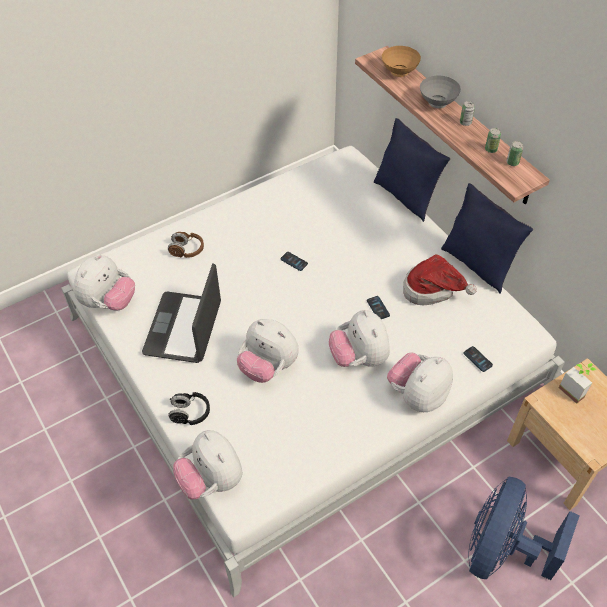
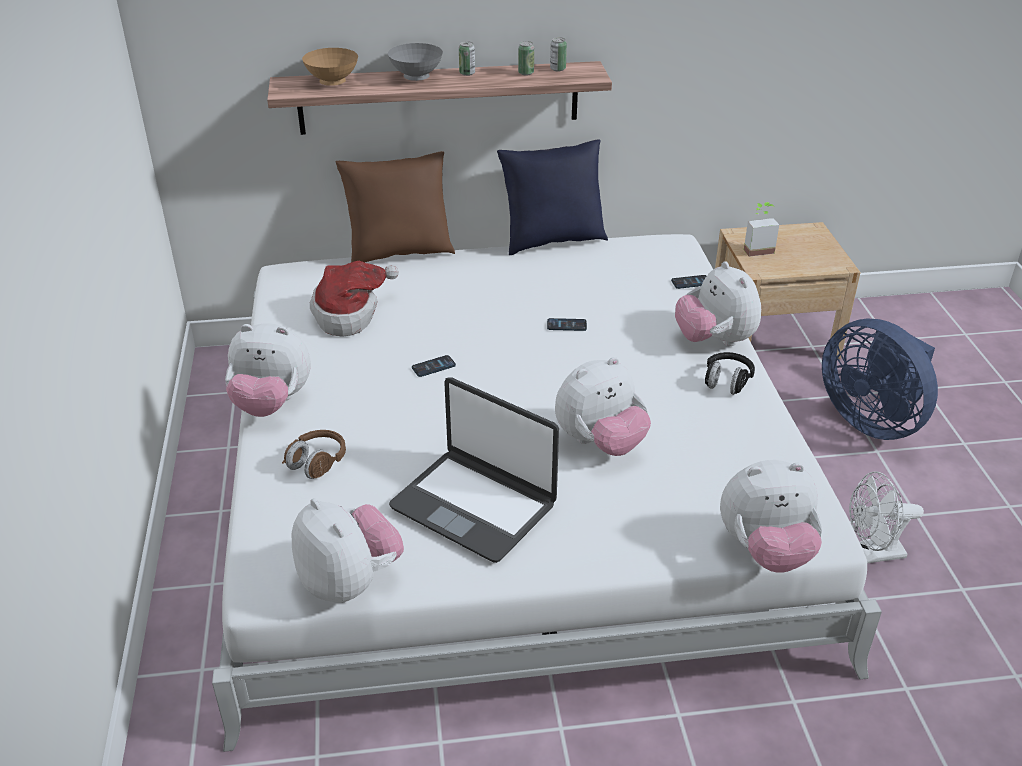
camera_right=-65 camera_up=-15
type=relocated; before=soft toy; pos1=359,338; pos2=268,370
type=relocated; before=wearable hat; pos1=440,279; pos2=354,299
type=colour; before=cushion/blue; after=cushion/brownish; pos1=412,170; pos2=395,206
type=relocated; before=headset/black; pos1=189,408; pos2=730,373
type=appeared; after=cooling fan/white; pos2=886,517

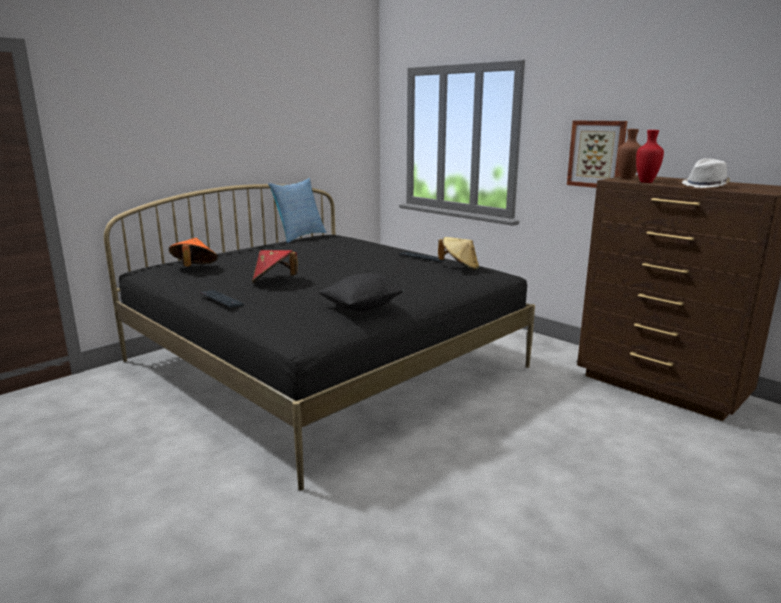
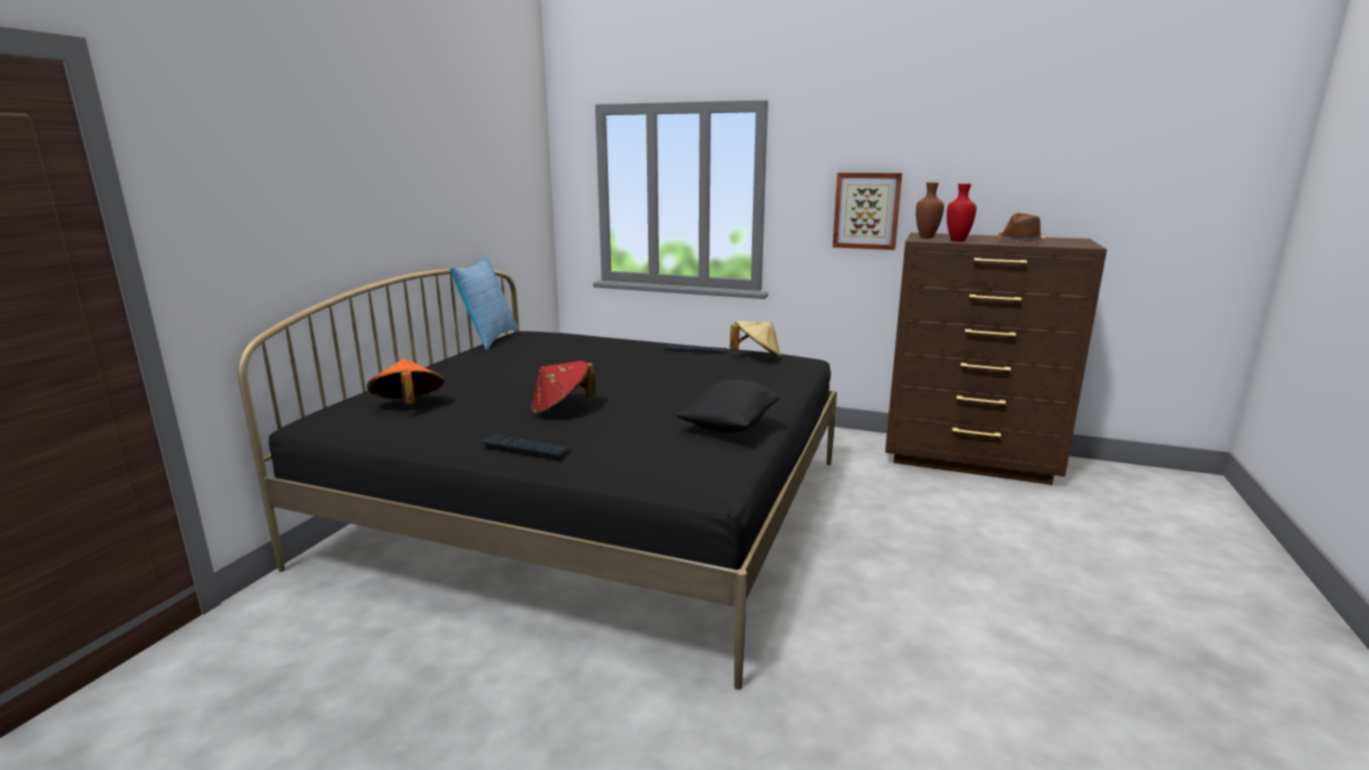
camera_right=-25 camera_up=0
type=colour; before=wearable hat/white; after=wearable hat/brownish; pos1=706,173; pos2=1021,229

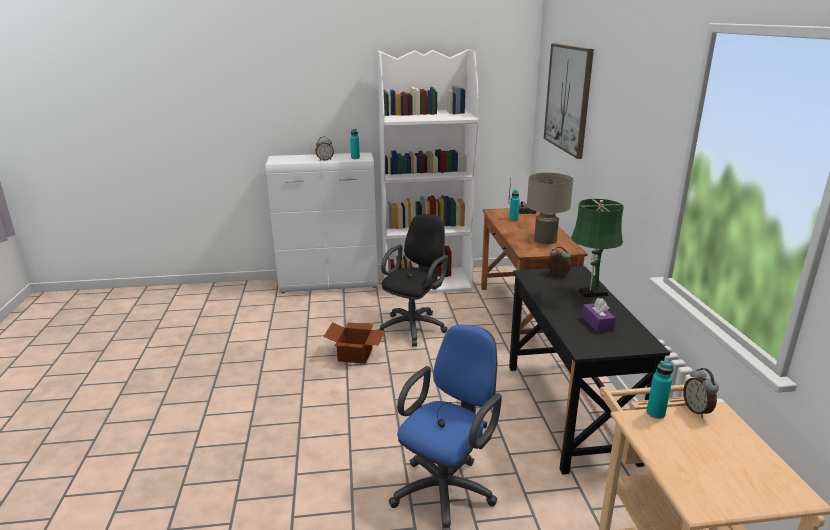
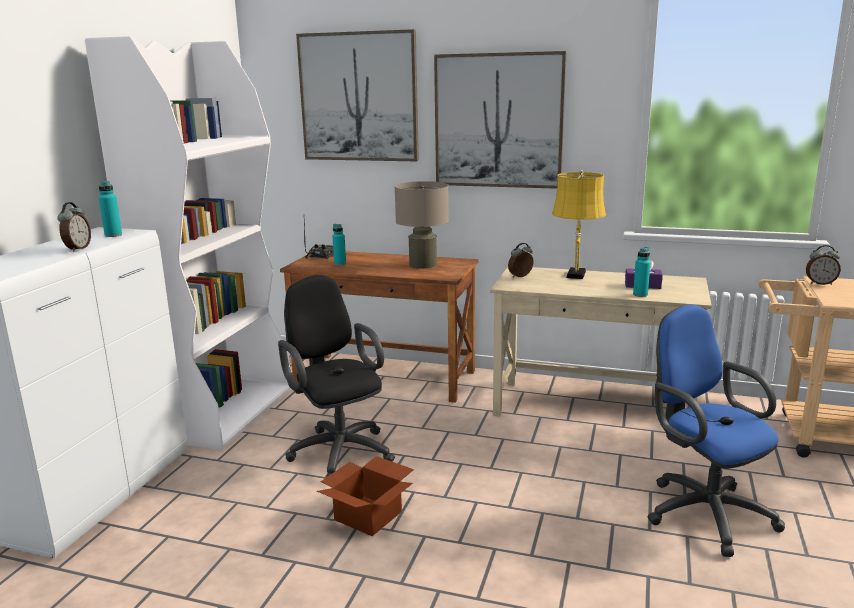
camera_right=-65 camera_up=-5
type=appeared; after=picture; pos2=500,120
type=colour; before=desk table/black; after=desk table/sand-coloured; pos1=589,370; pos2=601,342
type=colour; before=tabletop lamp/green-coloured; after=tabletop lamp/yellow; pos1=597,248; pos2=579,224
type=relocated; before=beverage bottle/turquoise-coloured; pos1=660,390; pos2=642,272

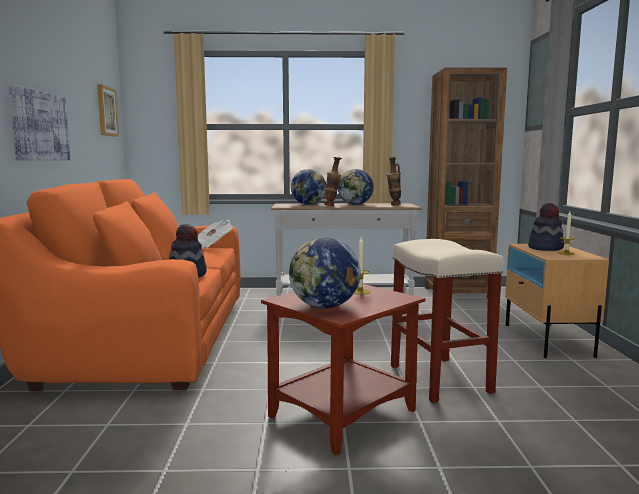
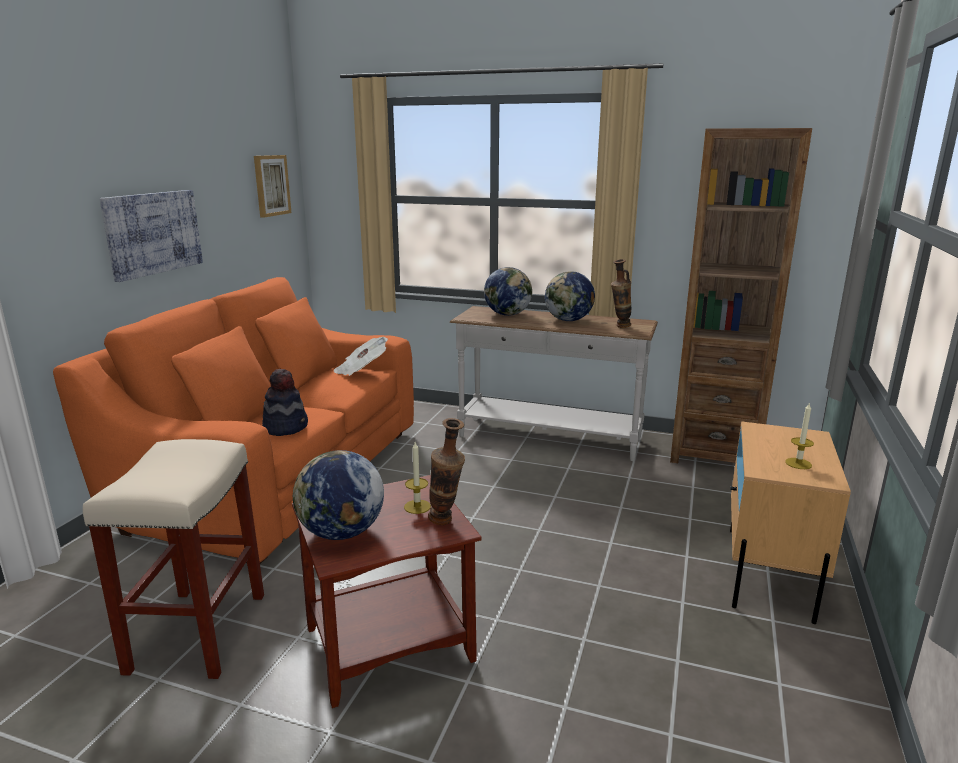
camera_right=20 camera_up=10
type=relocated; before=sitting stool/sand-coloured; pos1=447,321; pos2=173,559
type=relocated; before=flower vase; pos1=333,181; pos2=446,471
type=missing; before=wearable hat; pos1=546,227

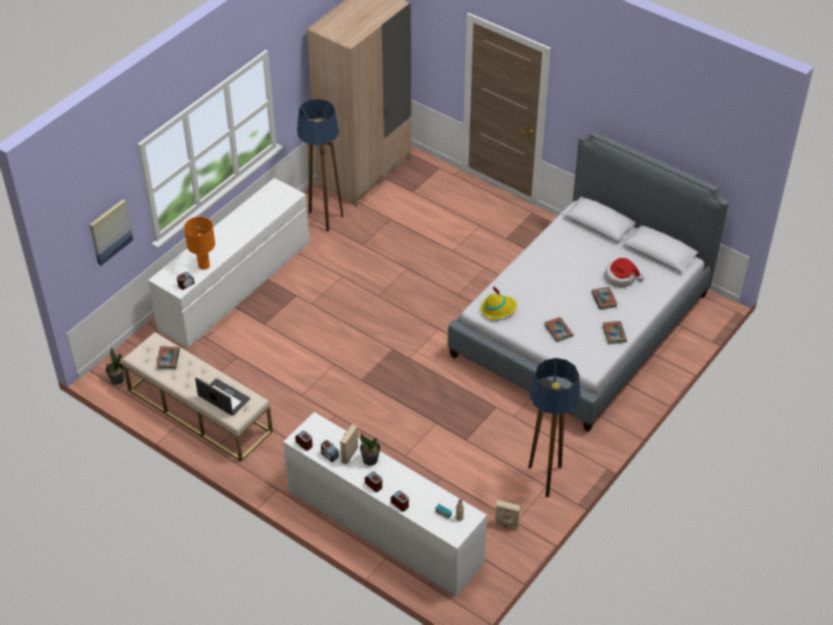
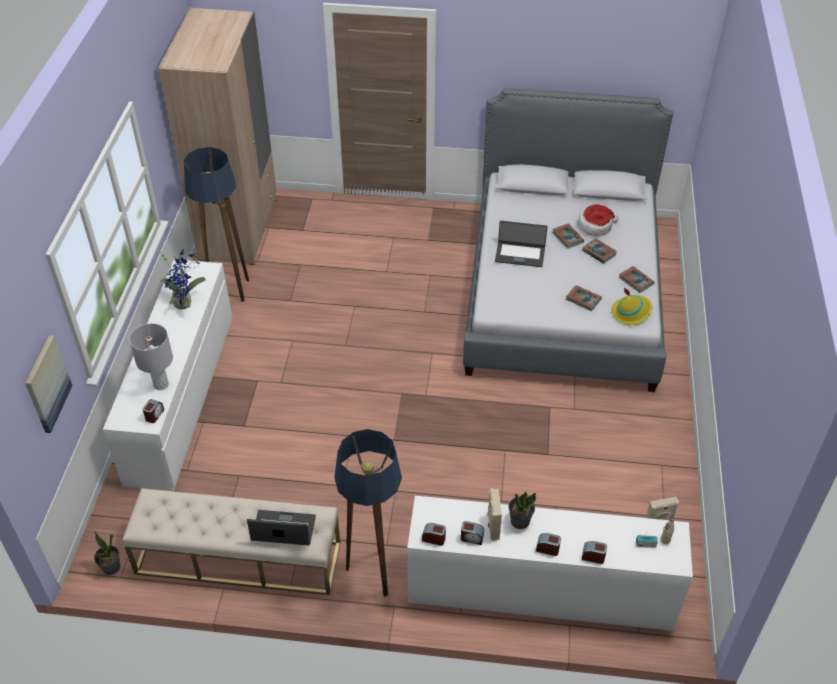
camera_right=-30 camera_up=0
type=colour; before=tabletop lamp/orange; after=tabletop lamp/grey; pos1=199,243; pos2=151,356
type=appeared; after=potted plant; pos2=183,279
type=relocated; before=standard lamp; pos1=555,427; pos2=368,513
type=appeared; after=notebook computer; pos2=521,244
type=relocated; before=book; pos1=168,357; pos2=568,236
type=relocated; before=wearable hat/yellow; pos1=499,302; pos2=631,306

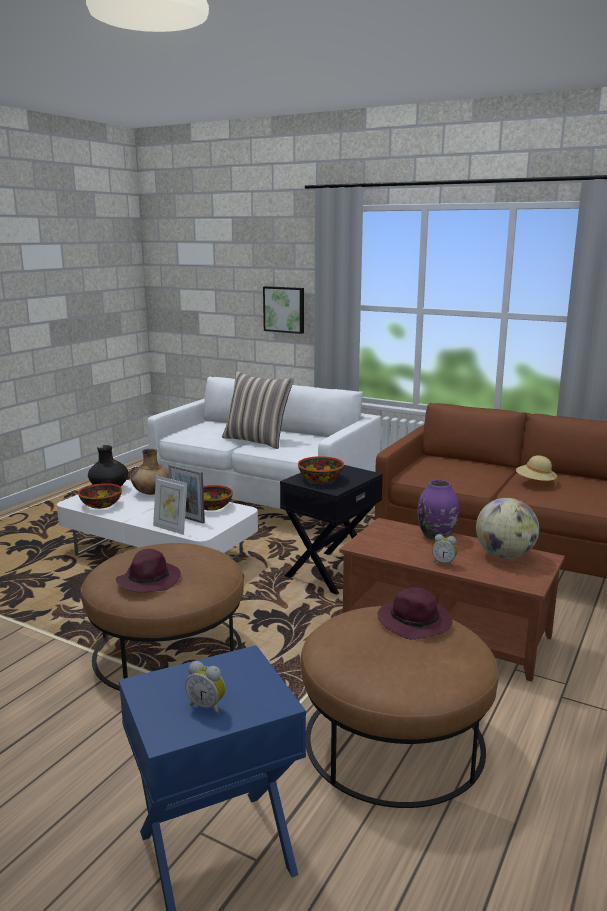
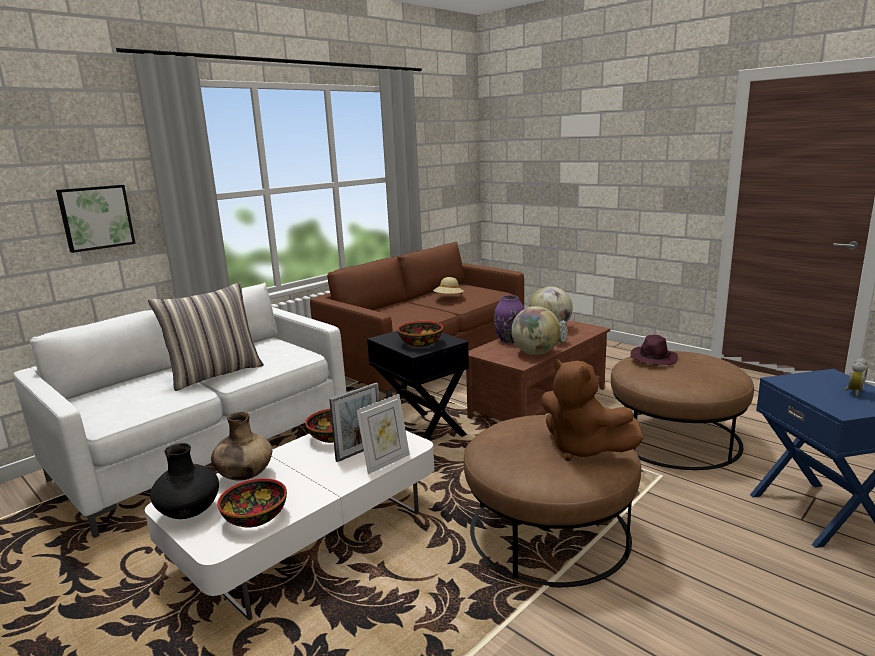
camera_right=-75 camera_up=0
type=appeared; after=world globe; pos2=535,330
type=exchanged; before=wearable hat/purple-coloured; after=soft toy/brownish; pos1=148,570; pos2=592,410

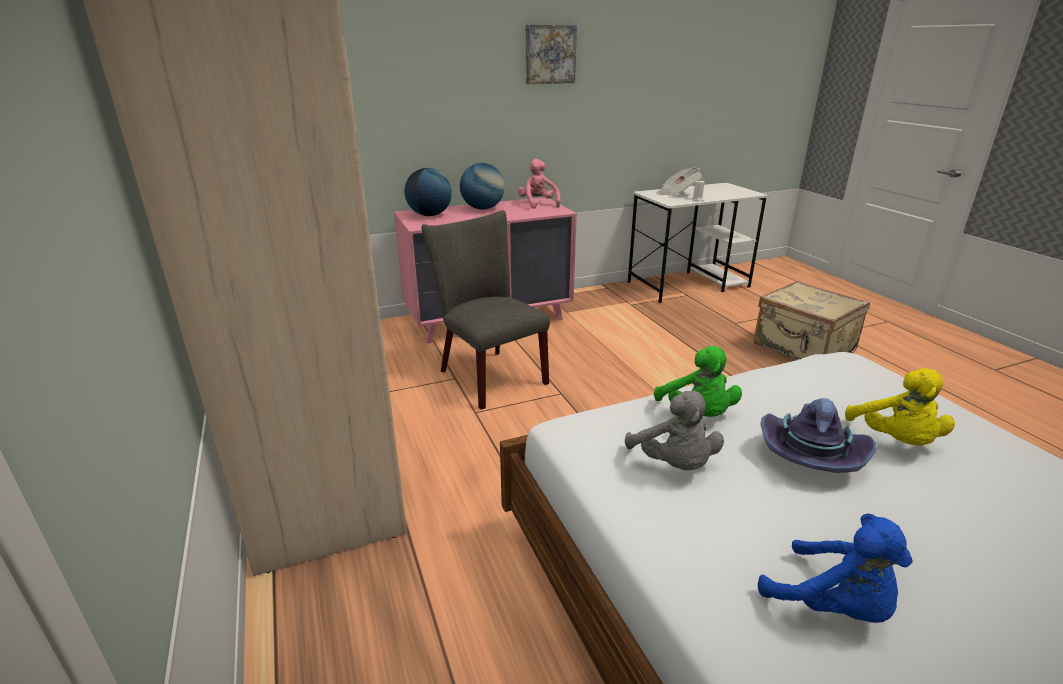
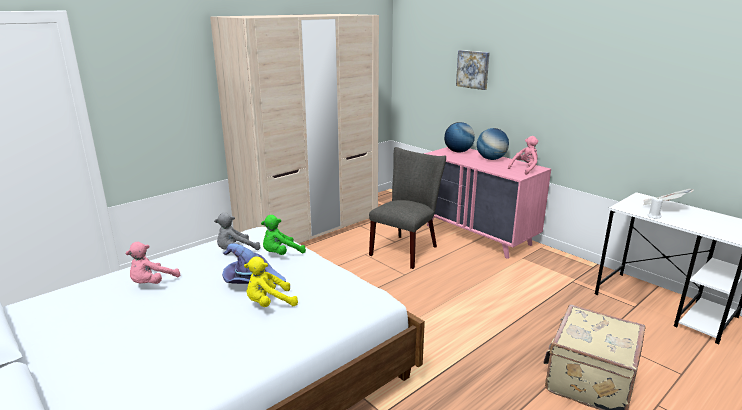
camera_right=70 camera_up=-5
type=colour; before=soft toy/blue; after=soft toy/pinkish; pos1=835,568; pos2=153,263
type=relocated; before=picture; pos1=551,54; pos2=473,70

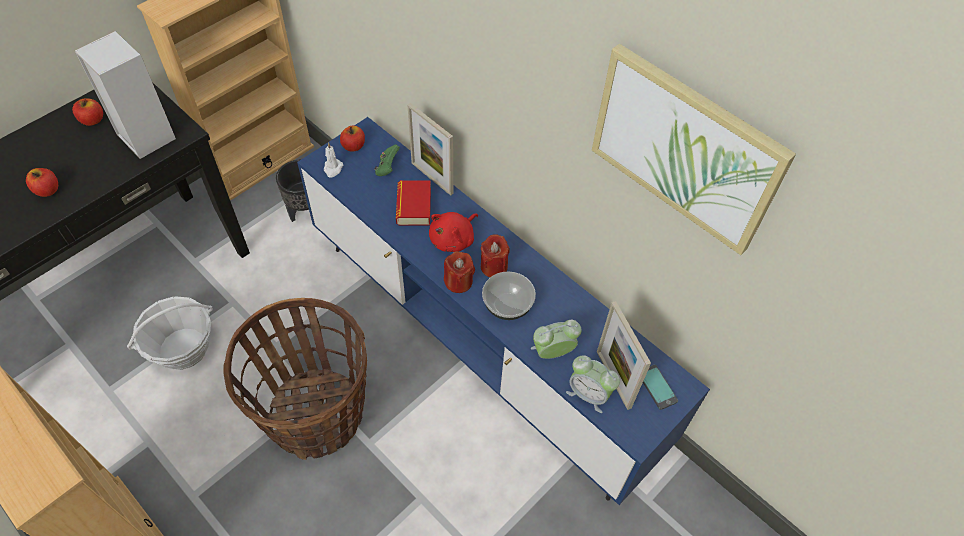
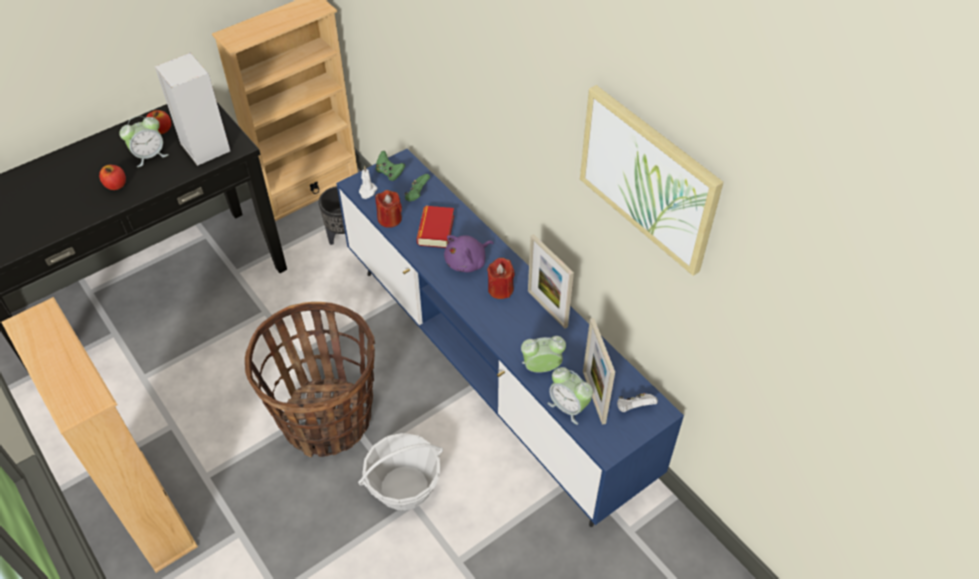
camera_right=10 camera_up=-5
type=appeared; after=bedside clock; pos2=144,141
type=relocated; before=household basket; pos1=170,333; pos2=400,472
type=relocated; before=wax light/reddish; pos1=459,272; pos2=388,209
type=exchanged; before=apple; after=game controller/green-coloured; pos1=352,138; pos2=390,166
type=colour; before=soft toy/reddish; after=soft toy/purple-coloured; pos1=453,232; pos2=468,253
type=relocated; before=picture frame; pos1=430,149; pos2=551,281
type=exchanged; before=phone; after=game controller/white; pos1=660,387; pos2=637,402
type=missing; before=serving bowl; pos1=509,295

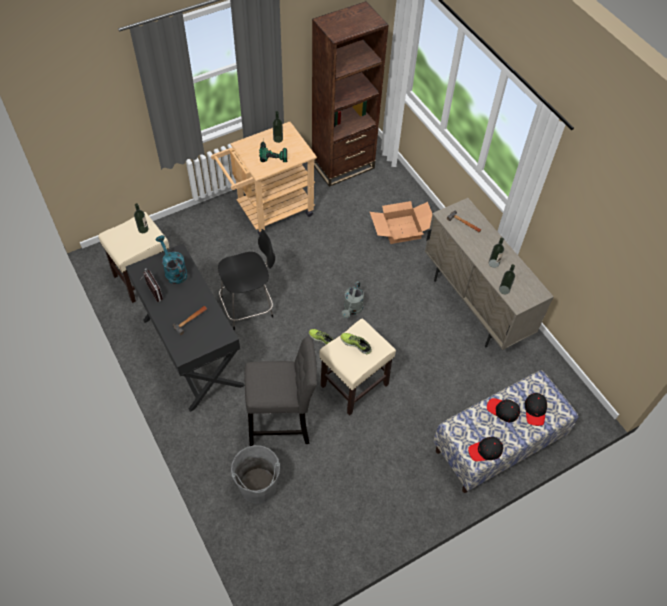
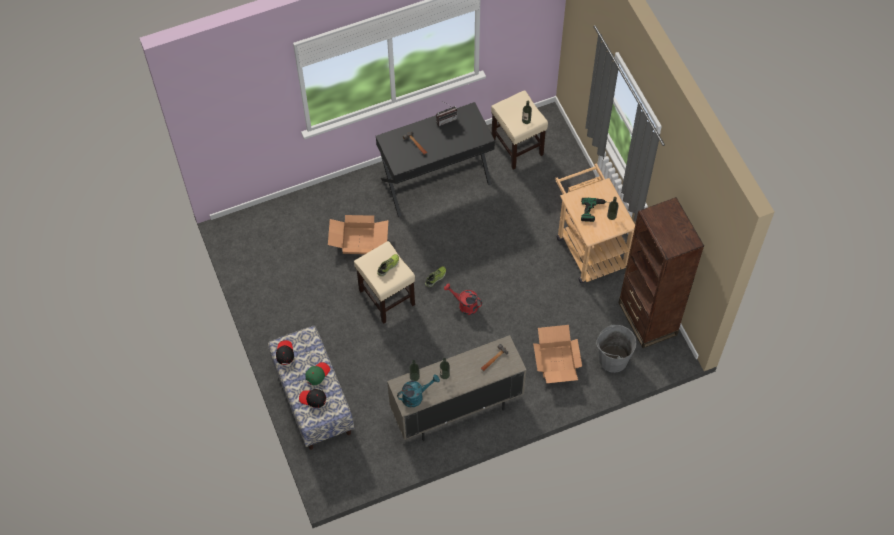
camera_right=100 camera_up=5
type=colour; before=cap/black; after=cap/green-coloured; pos1=503,410; pos2=317,373
type=exchanged; before=sitting stool/grey; after=carton; pos1=280,391; pos2=358,234
type=relocated; before=watering pot/turquoise-coloured; pos1=171,259; pos2=418,390
type=colour; before=watering pot/grey; after=watering pot/reddish; pos1=353,299; pos2=463,299
type=relocated; before=bucket/grey; pos1=255,474; pos2=616,349
type=missing; before=chair/black; pos1=246,279

